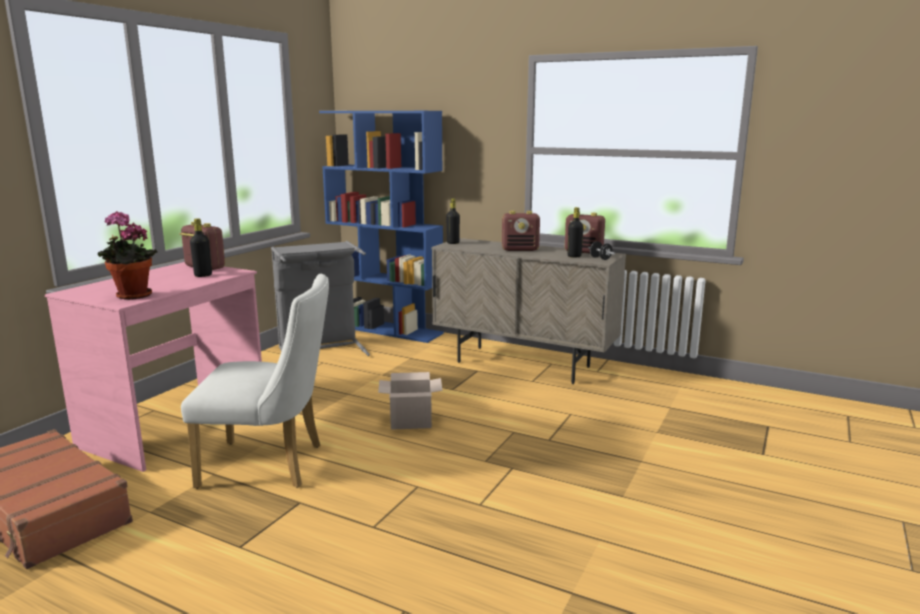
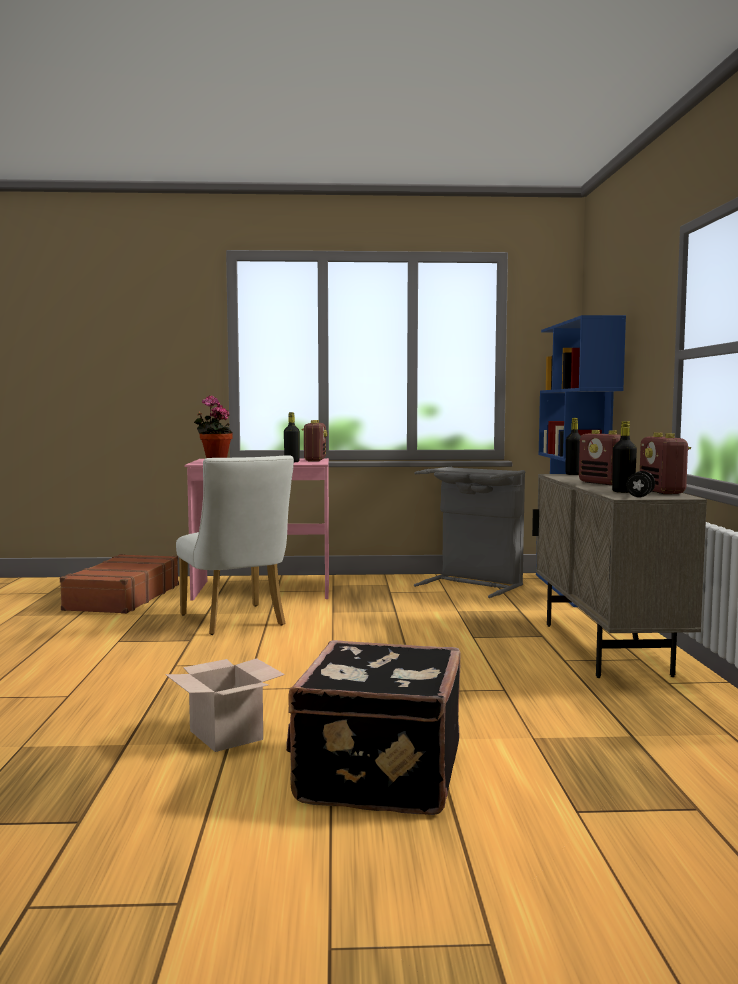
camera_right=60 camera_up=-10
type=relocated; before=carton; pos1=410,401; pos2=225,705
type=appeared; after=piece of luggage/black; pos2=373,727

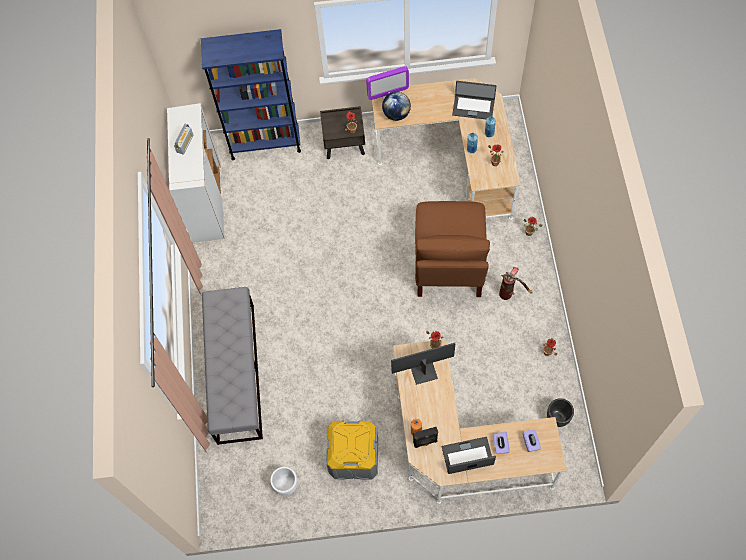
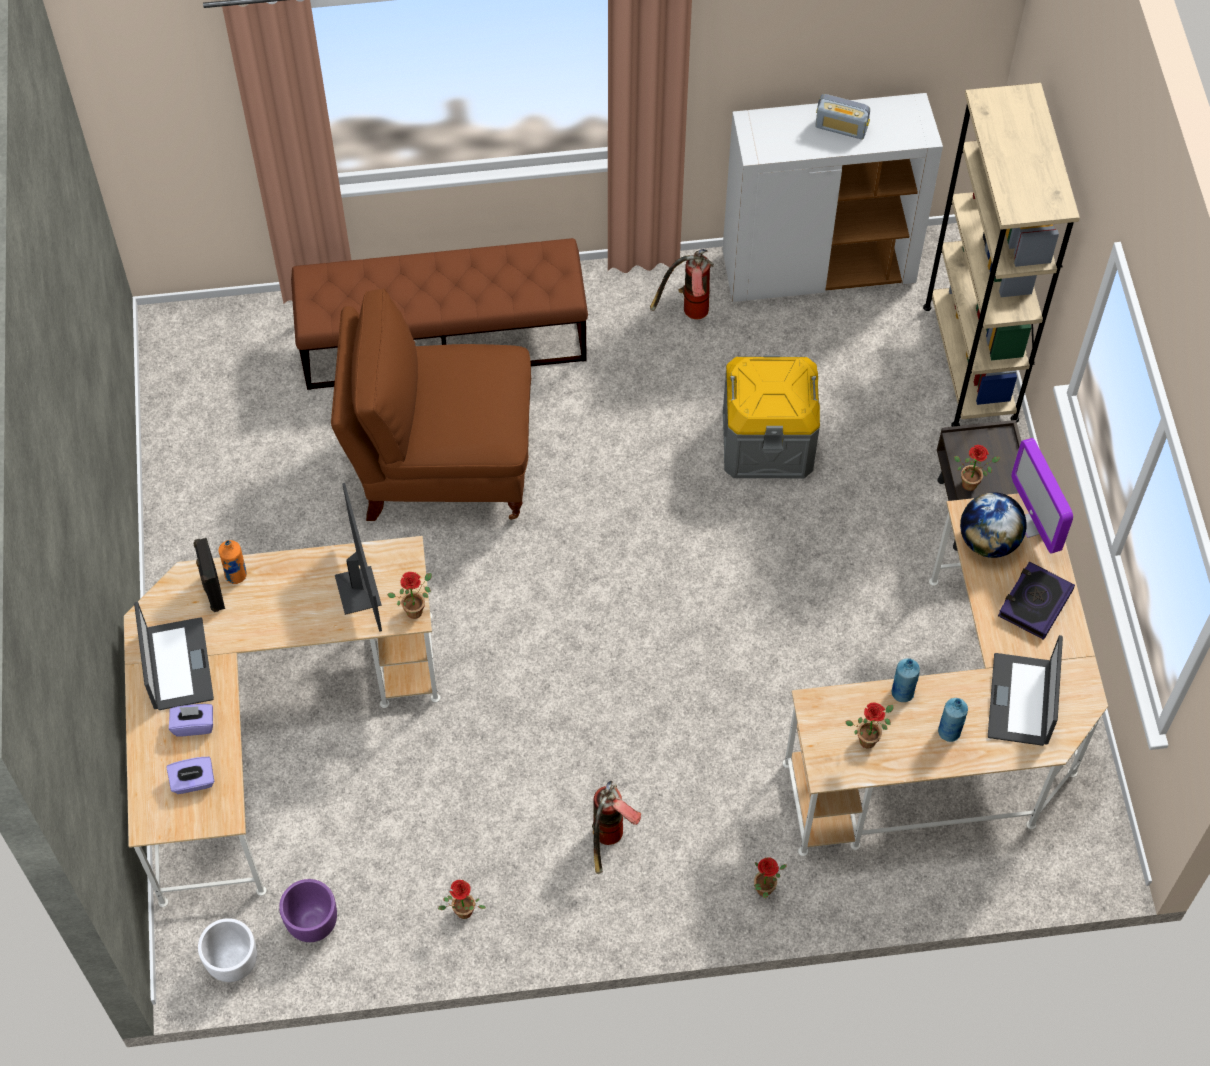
camera_right=85 camera_up=-5
type=relocated; before=flower pot/white; pos1=284,481; pos2=227,950
type=colour; before=flower pot/black; after=flower pot/purple-coloured; pos1=560,412; pos2=308,910
type=colour; before=long seat/grey; after=long seat/brownish; pos1=232,366; pos2=439,314
type=relocated; before=chair/brownish; pos1=452,249; pos2=431,404
type=appeared; after=fire-fighting cylinder; pos2=682,284
type=relocated; before=storage box/grey; pos1=352,450; pos2=771,416
type=colour; before=bookshelf/blue; after=bookshelf/sand-coloured; pos1=251,94; pos2=1001,255
type=appeared; after=book; pos2=1036,600

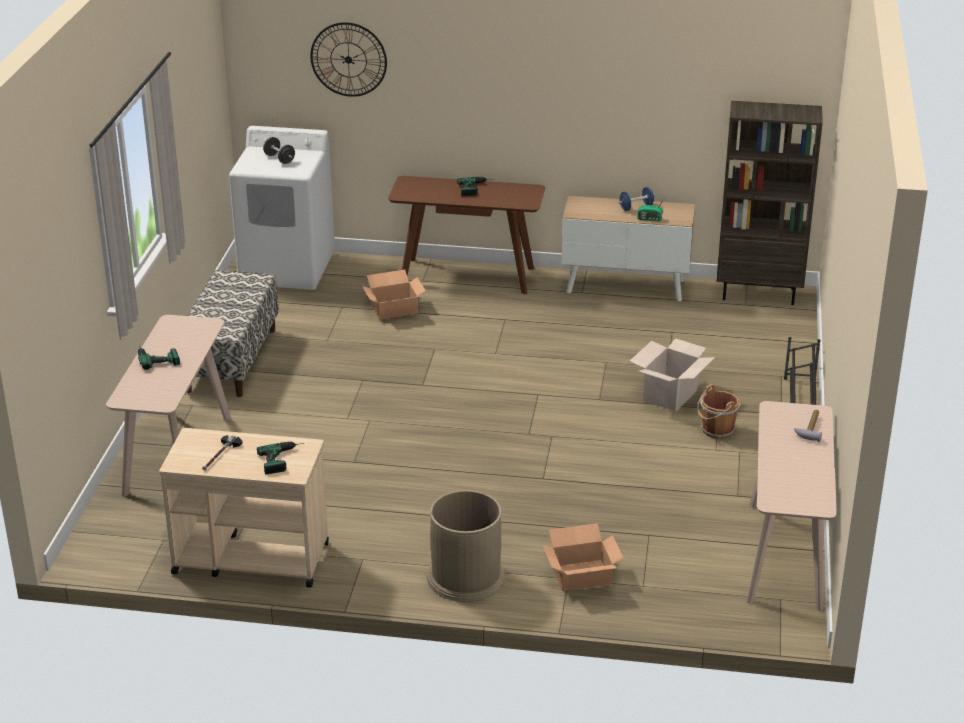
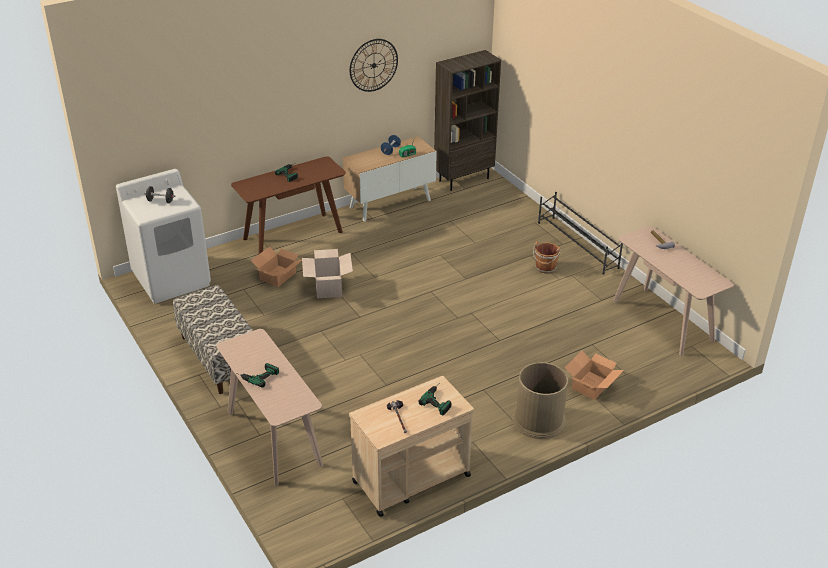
camera_right=-40 camera_up=5
type=relocated; before=carton; pos1=672,375; pos2=327,274
type=relocated; before=hanging clock; pos1=348,59; pos2=374,65

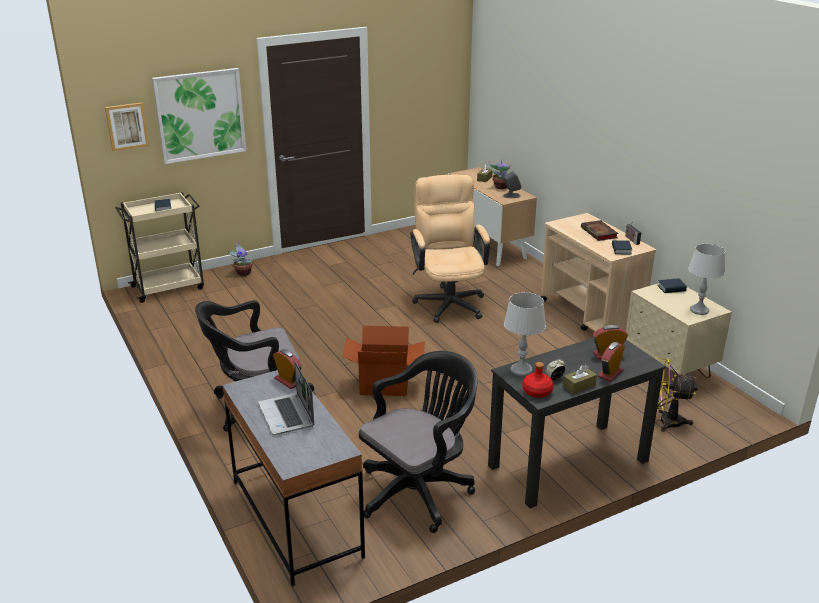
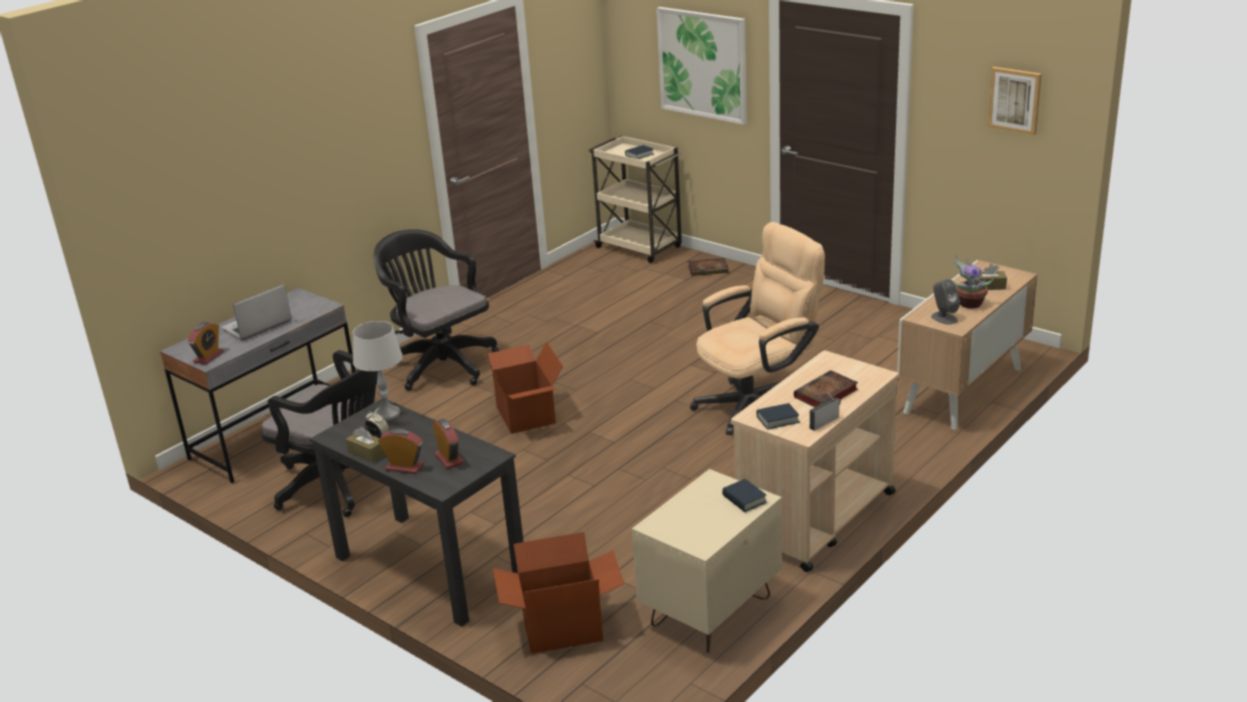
camera_right=70 camera_up=0
type=relocated; before=bedside clock; pos1=287,369; pos2=206,343
type=exchanged; before=cooling fan/yellow; after=carton; pos1=677,395; pos2=558,593
type=exchanged; before=potted plant; after=book; pos1=241,258; pos2=708,267
type=relocated; before=picture; pos1=127,126; pos2=1014,101
type=missing; before=beverage bottle/reddish; pos1=538,380
type=missing; before=tabletop lamp/grey; pos1=706,279

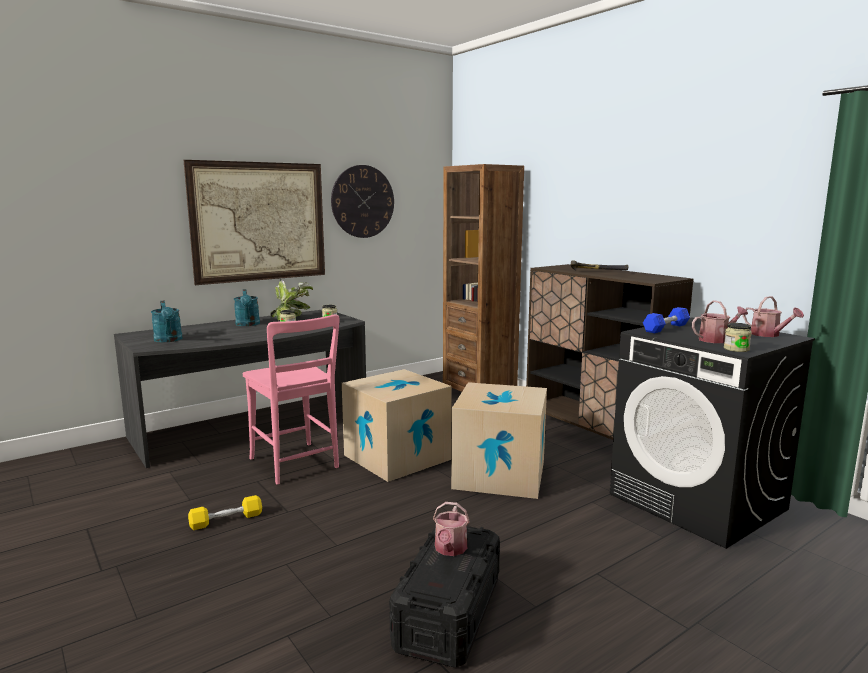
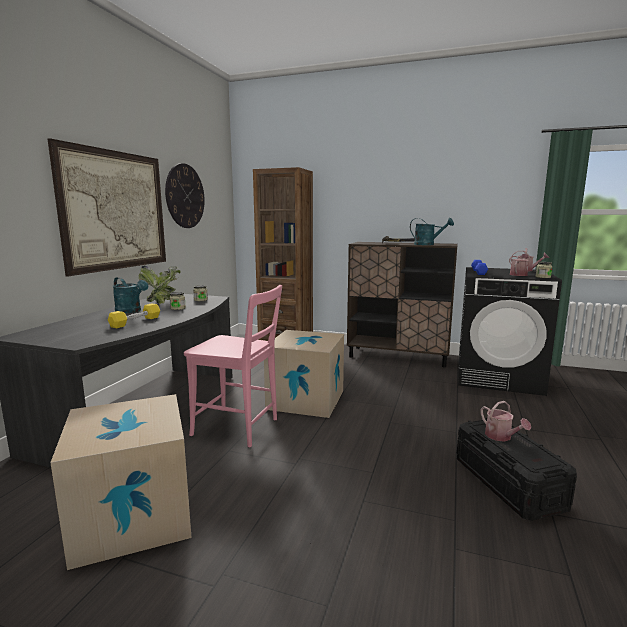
camera_right=-35 camera_up=0
type=relocated; before=carton; pos1=499,440; pos2=121,482
type=relocated; before=hand weight/yellow; pos1=225,512; pos2=134,315
type=relocated; before=watering pot/turquoise-coloured; pos1=167,321; pos2=432,231

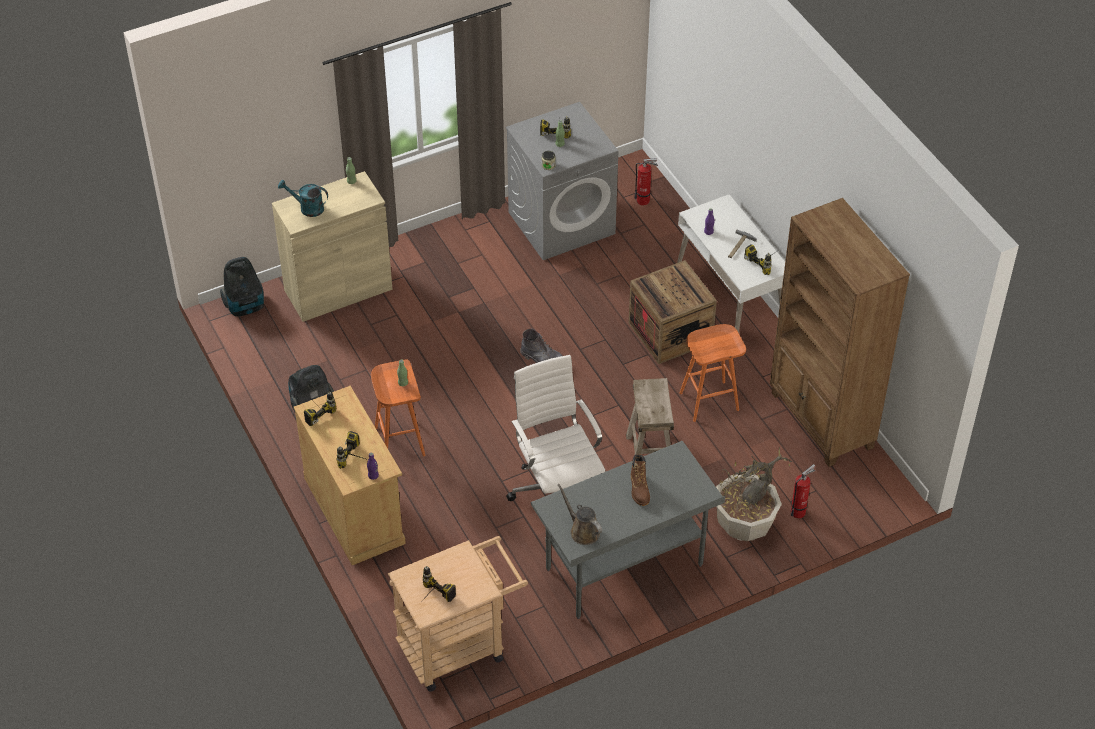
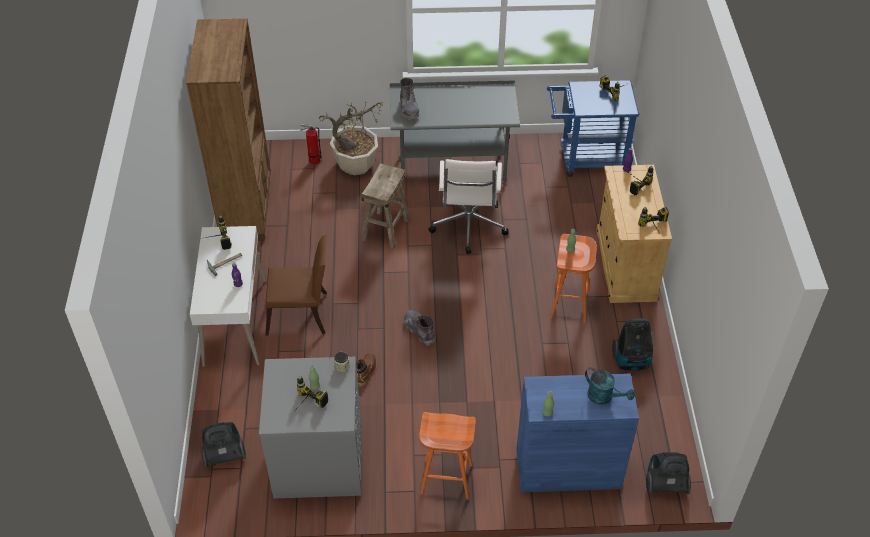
camera_right=-155 camera_up=0
type=exchanged; before=fire-fighting cylinder; after=vacuum; pos1=646,181; pos2=224,445
type=exchanged; before=packing crate; after=chair/brownish; pos1=673,312; pos2=296,285
type=relocated; before=boot/brownish; pos1=640,480; pos2=366,370
type=appeared; after=boot/grey; pos2=409,99
type=relocated; before=sitting stool/orange; pos1=713,373; pos2=447,455
type=colour; before=cupboard/sand-coloured; after=cupboard/blue; pos1=332,246; pos2=577,433
type=colour; before=cart/sand-coloured; after=cart/blue; pos1=458,614; pos2=593,128
type=missing; before=watering pot/brownish; pos1=580,514

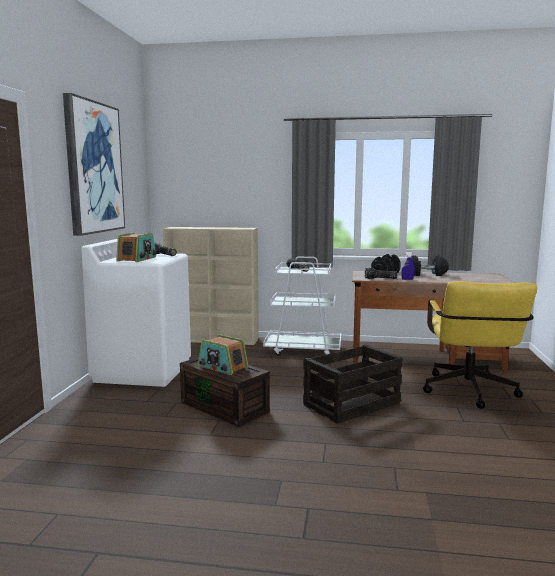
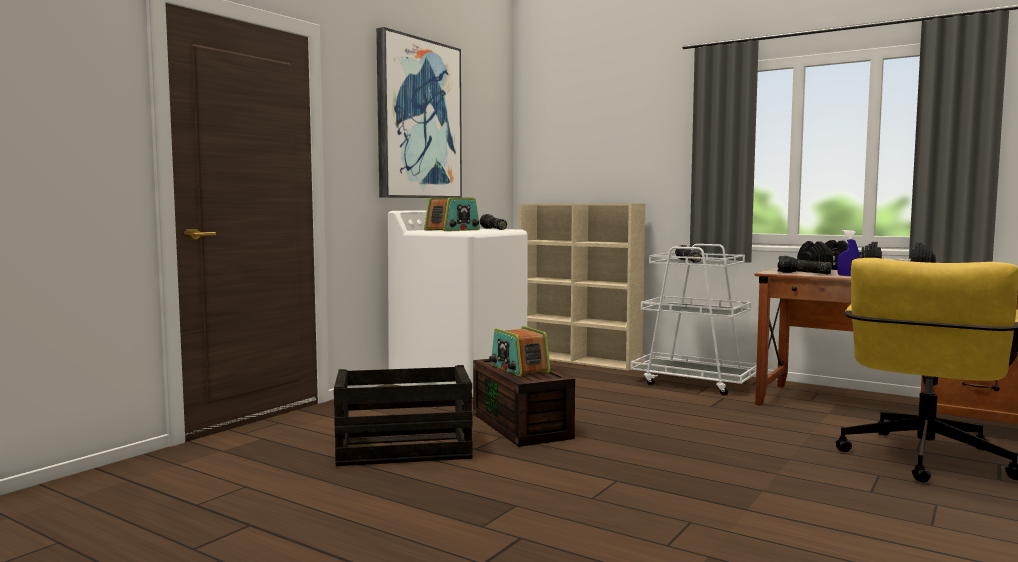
camera_right=25 camera_up=-5
type=relocated; before=packing crate; pos1=353,384; pos2=403,415

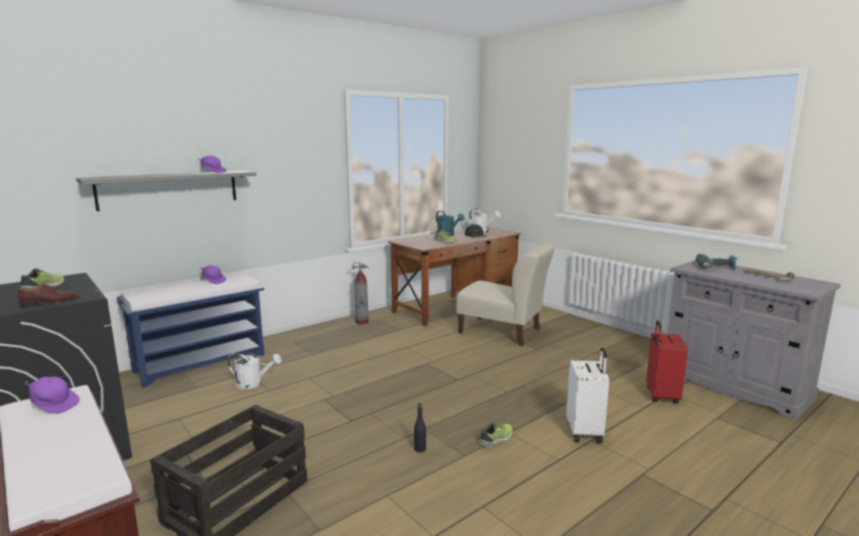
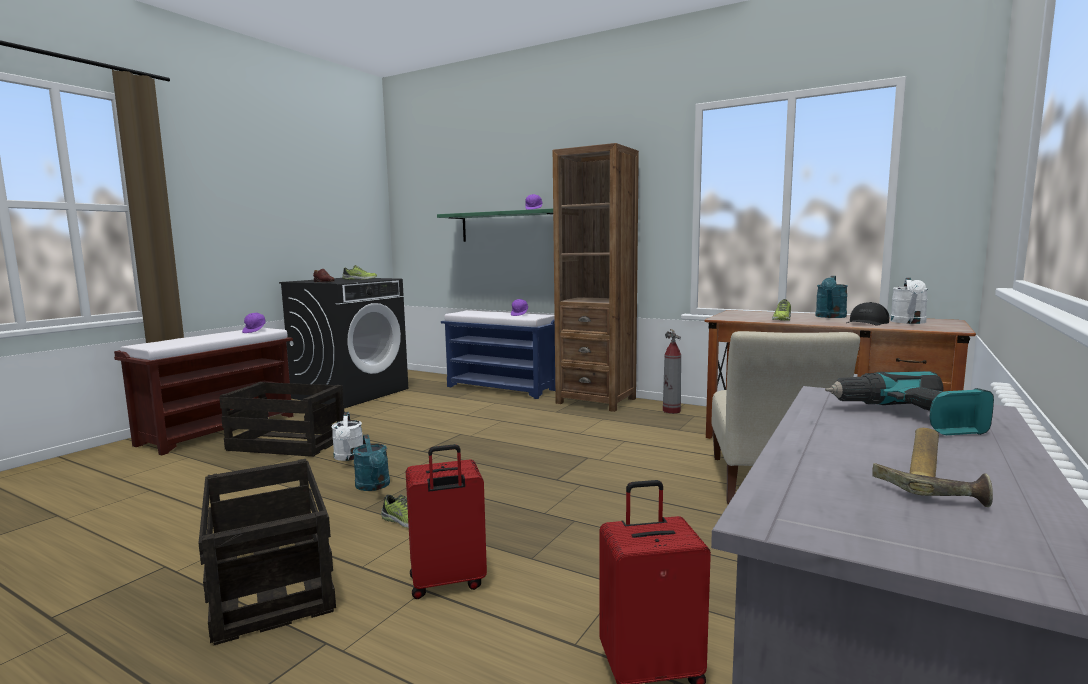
camera_right=70 camera_up=-5
type=appeared; after=packing crate; pos2=267,552
type=relocated; before=watering pot/white; pos1=254,371; pos2=347,436
type=exchanged; before=beverage bottle/black; after=watering pot/turquoise-coloured; pos1=420,427; pos2=371,462
type=colour; before=piece of luggage/white; after=piece of luggage/reddish; pos1=587,395; pos2=446,521
type=colour; before=wall shelf/grey; after=wall shelf/green-coloured; pos1=166,190; pos2=495,225
type=appeared; after=bookshelf/brownish; pos2=596,277

